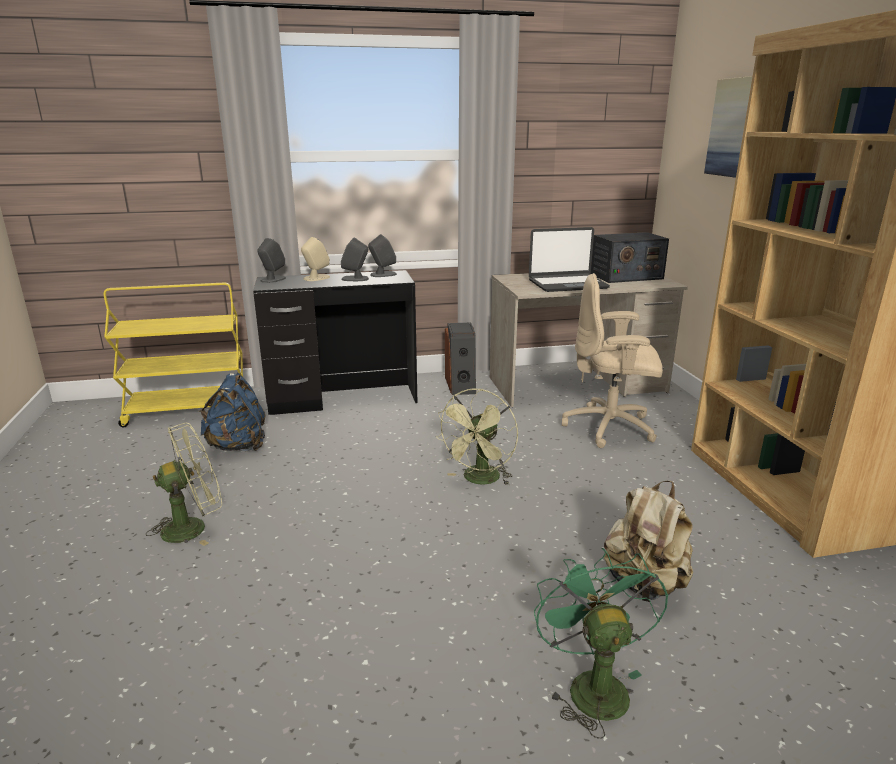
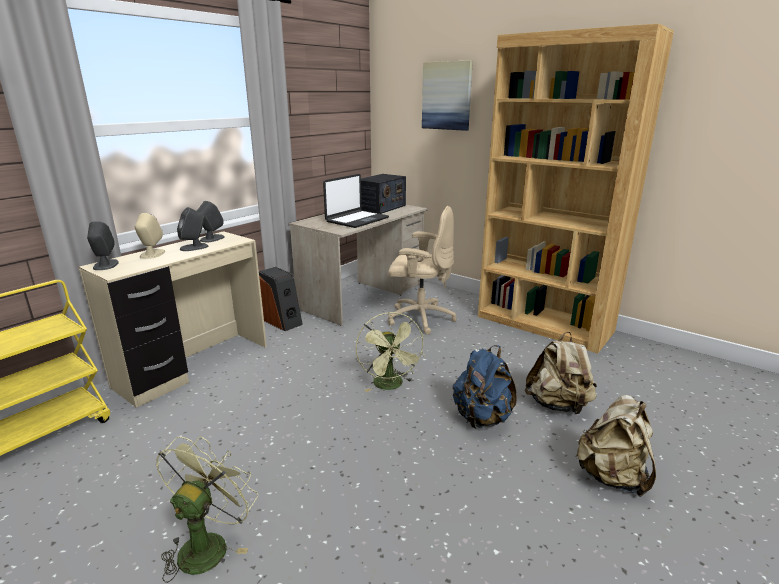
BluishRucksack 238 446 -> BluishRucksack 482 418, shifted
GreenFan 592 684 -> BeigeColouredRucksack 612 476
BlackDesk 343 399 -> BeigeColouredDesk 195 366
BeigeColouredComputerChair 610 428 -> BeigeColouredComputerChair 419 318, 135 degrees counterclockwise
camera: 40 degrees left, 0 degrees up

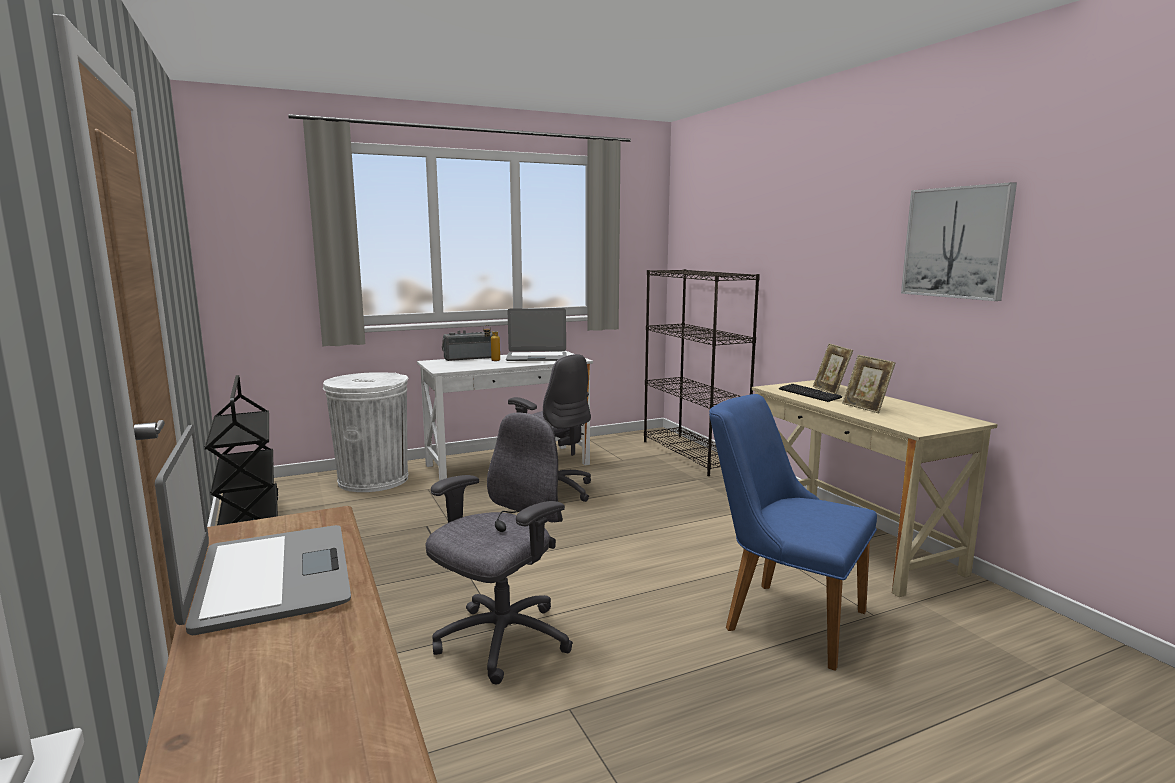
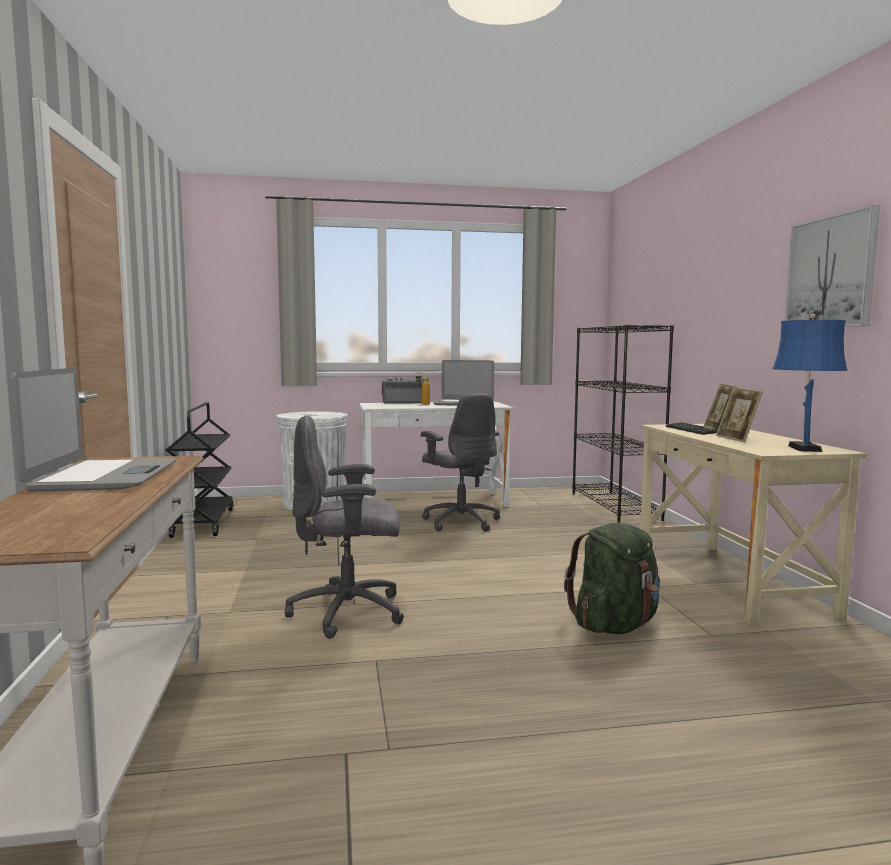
none -> BluishTableLamp 803 448
BluishChair 782 616 -> GreenRucksack 615 626
GreyishComputerChair 501 641 -> GreyishComputerChair 349 612, 150 degrees counterclockwise
camera: 15 degrees right, 5 degrees down

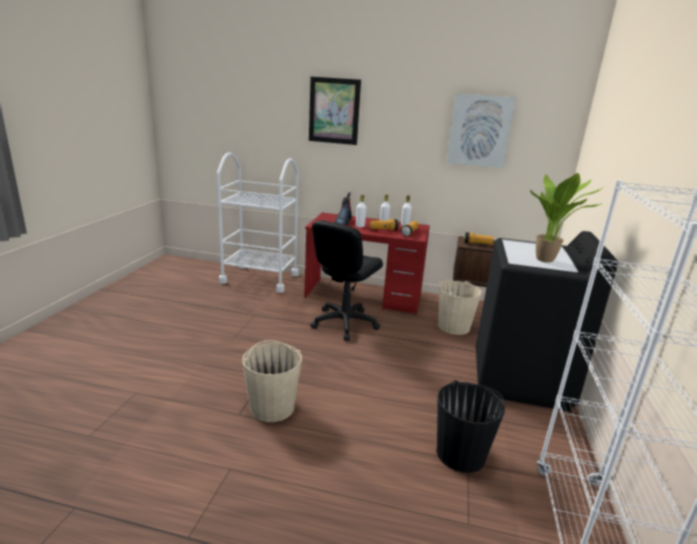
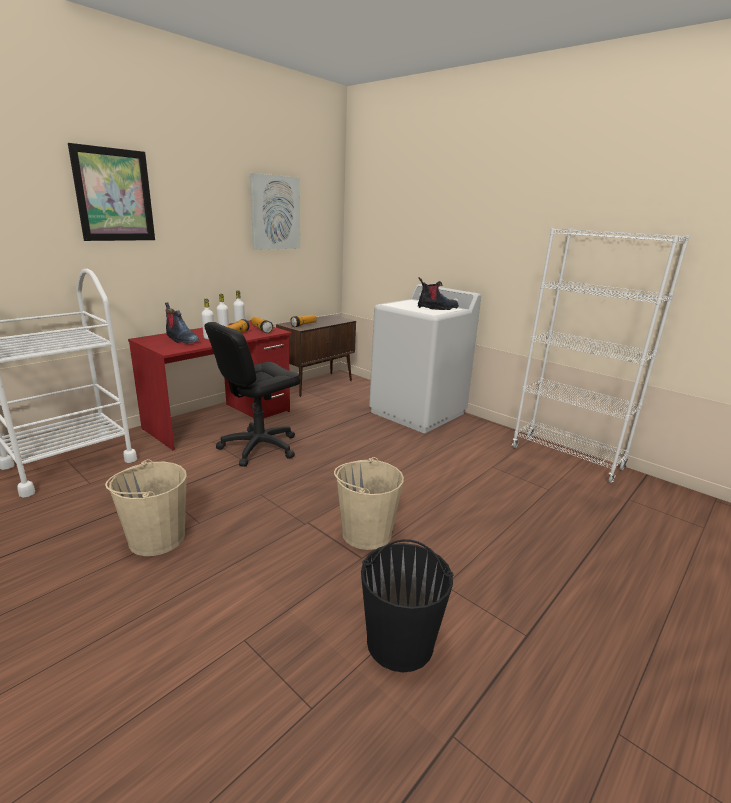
BlackWaterBucket 461 454 -> BlackWaterBucket 400 641, shifted
BeigeColouredWaterBucket 453 326 -> BeigeColouredWaterBucket 156 538, shifted
Houseplant 548 261 -> Boot 437 308
BlackWashingMachine 520 379 -> WhitishWashingMachine 418 413
BlackComputerChair 344 323 -> BlackComputerChair 259 447, 75 degrees clockwise
camera: 60 degrees left, 0 degrees up

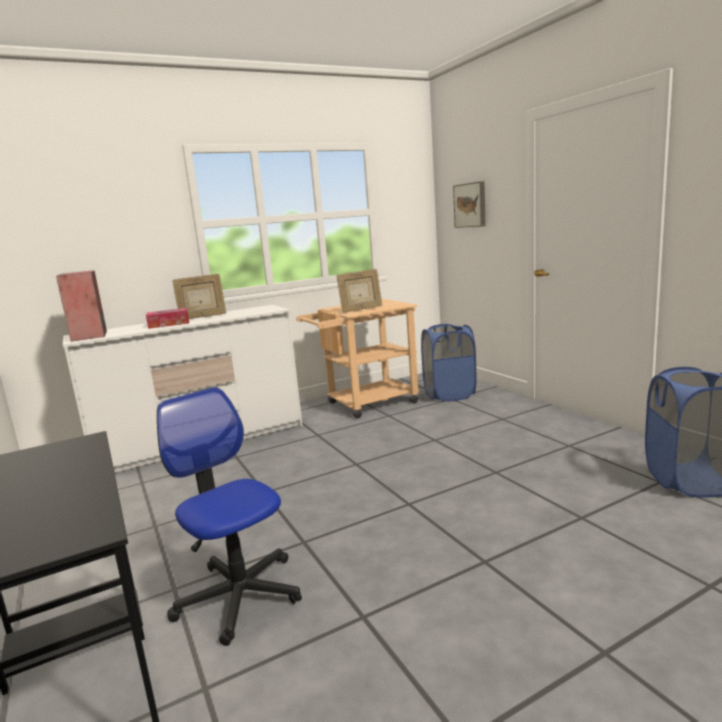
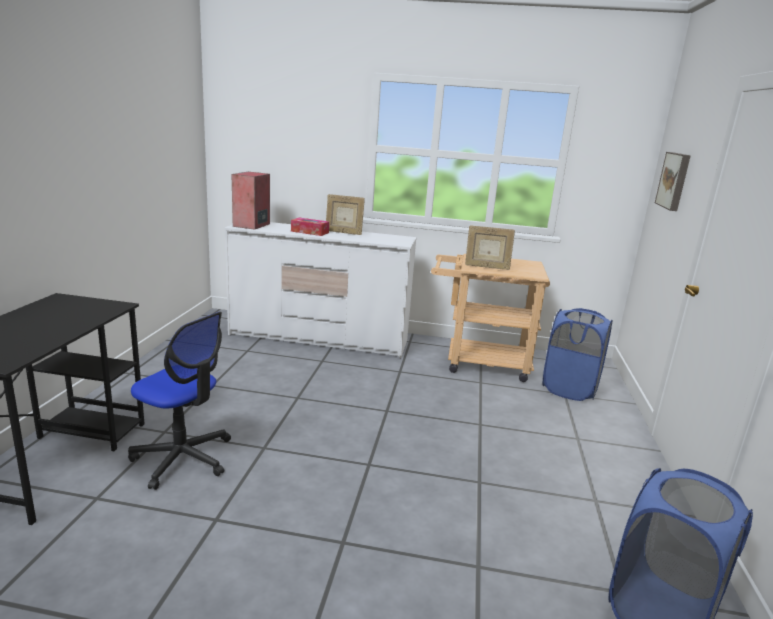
ComputerChair 239 596 -> ComputerChair 183 458, 120 degrees clockwise
camera: 35 degrees right, 5 degrees up

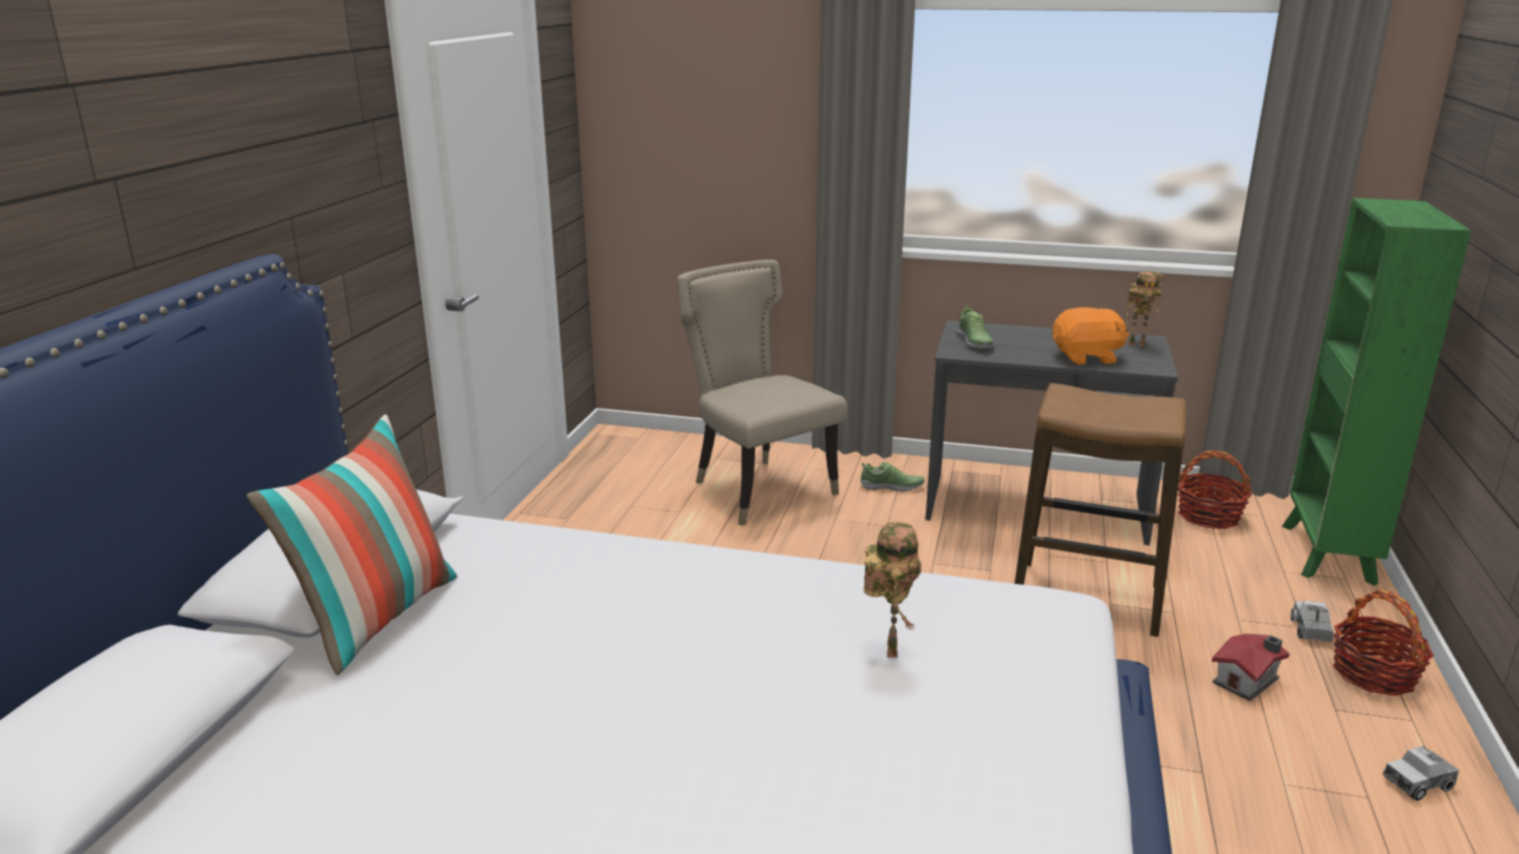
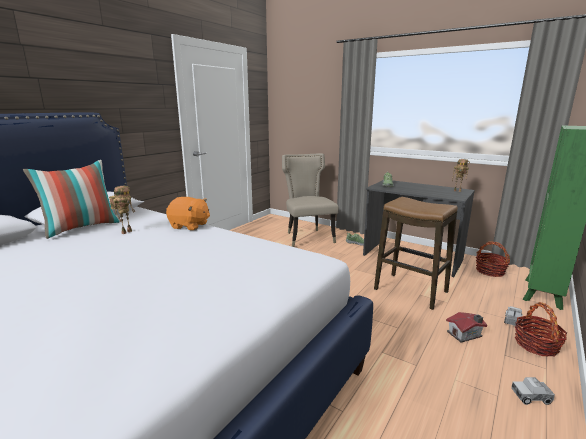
RobotFigure 888 647 -> RobotFigure 126 232, shifted
OrangeySoftToy 1086 358 -> OrangeySoftToy 189 226, shifted
camera: 20 degrees right, 5 degrees down

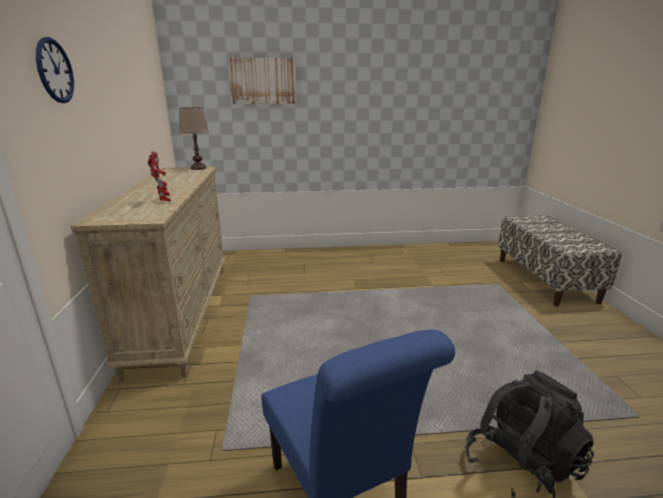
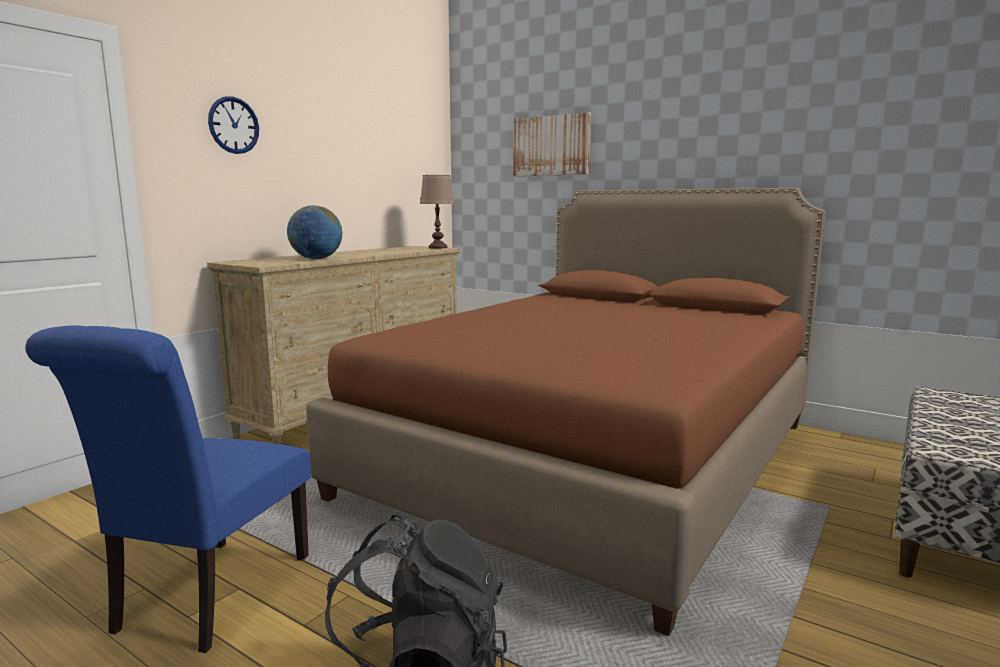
none -> BrownSleepingBed 592 458
RobotFigure 164 200 -> Globe 316 259
camera: 40 degrees right, 10 degrees down

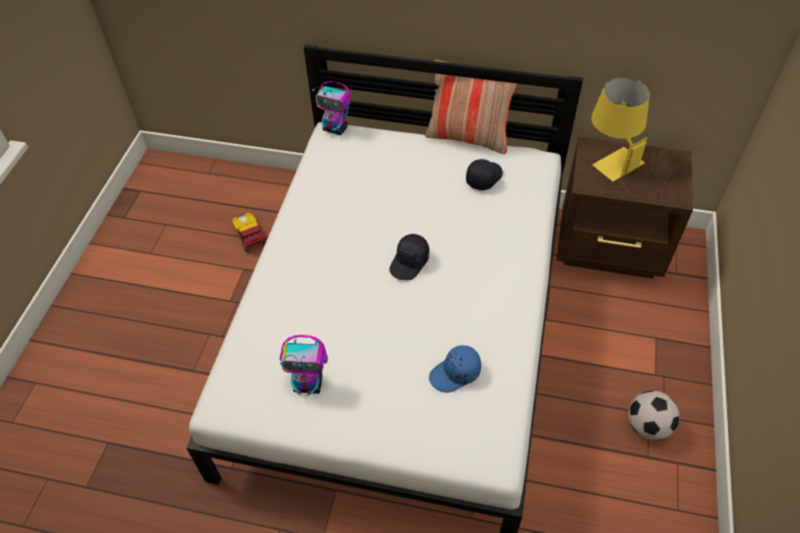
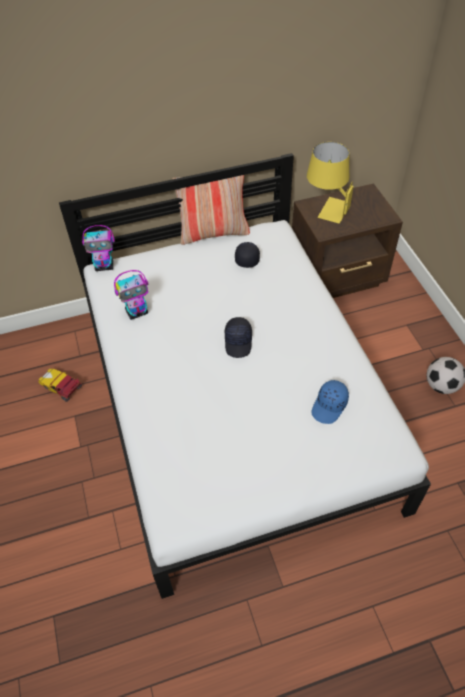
RobotFigure 309 384 -> RobotFigure 137 312, shifted
camera: 30 degrees left, 0 degrees up

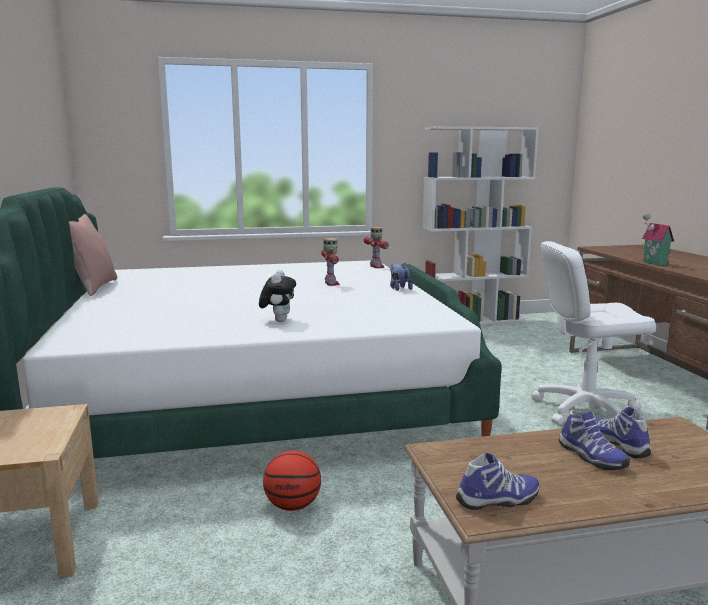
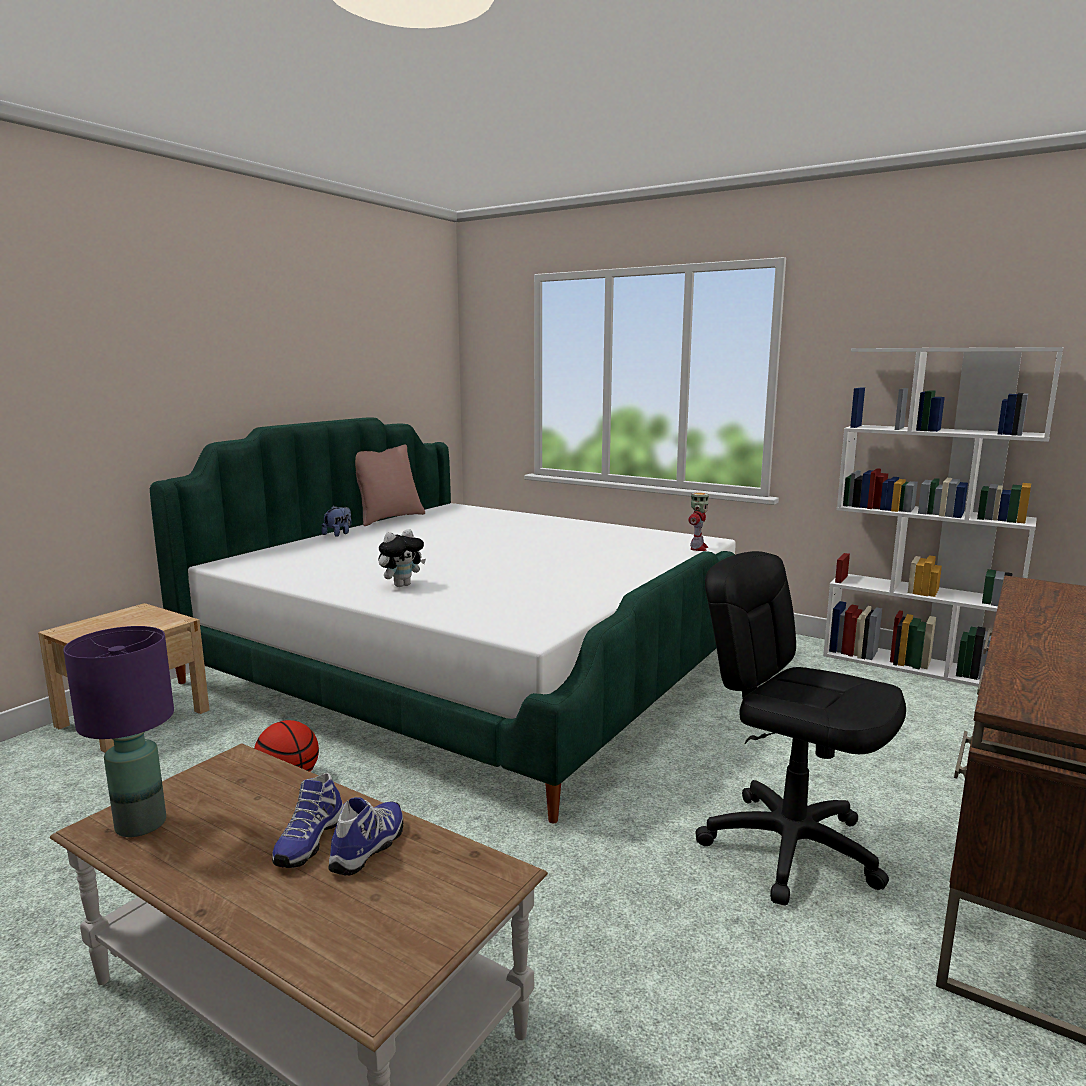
RobotFigure 331 284 -> none
ToyHouse 653 263 -> none
SoftToy 399 288 -> SoftToy 338 534, shifted
ItemOfFootwear 498 501 -> PurplishTableLamp 141 823
WhitishComputerChair 585 410 -> BlackComputerChair 790 847
camera: 45 degrees right, 0 degrees up

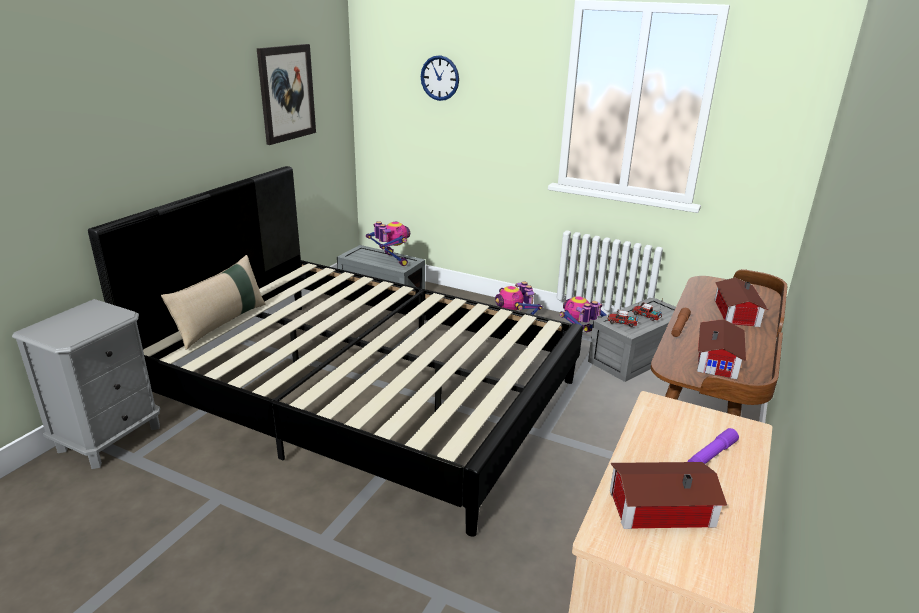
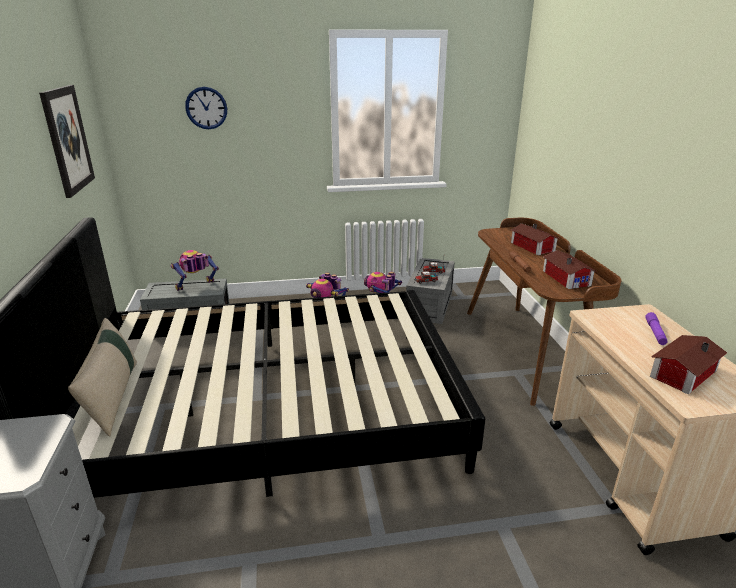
RobotFigure 390 260 -> RobotFigure 197 287, 60 degrees counterclockwise
camera: 35 degrees left, 0 degrees up

